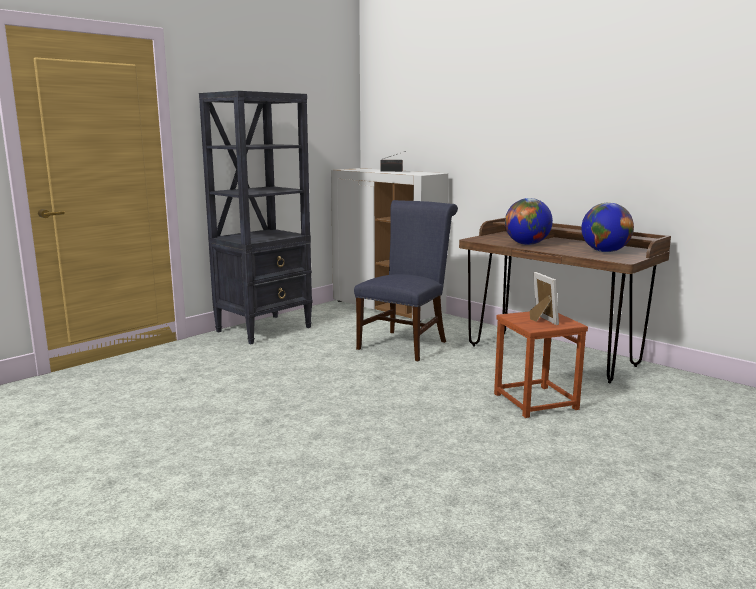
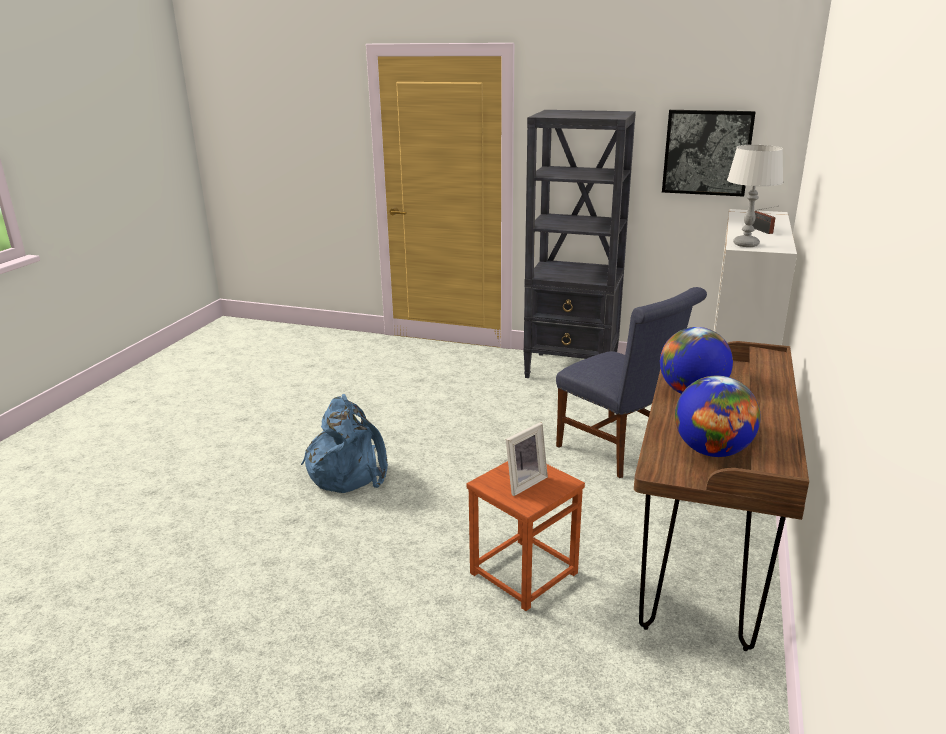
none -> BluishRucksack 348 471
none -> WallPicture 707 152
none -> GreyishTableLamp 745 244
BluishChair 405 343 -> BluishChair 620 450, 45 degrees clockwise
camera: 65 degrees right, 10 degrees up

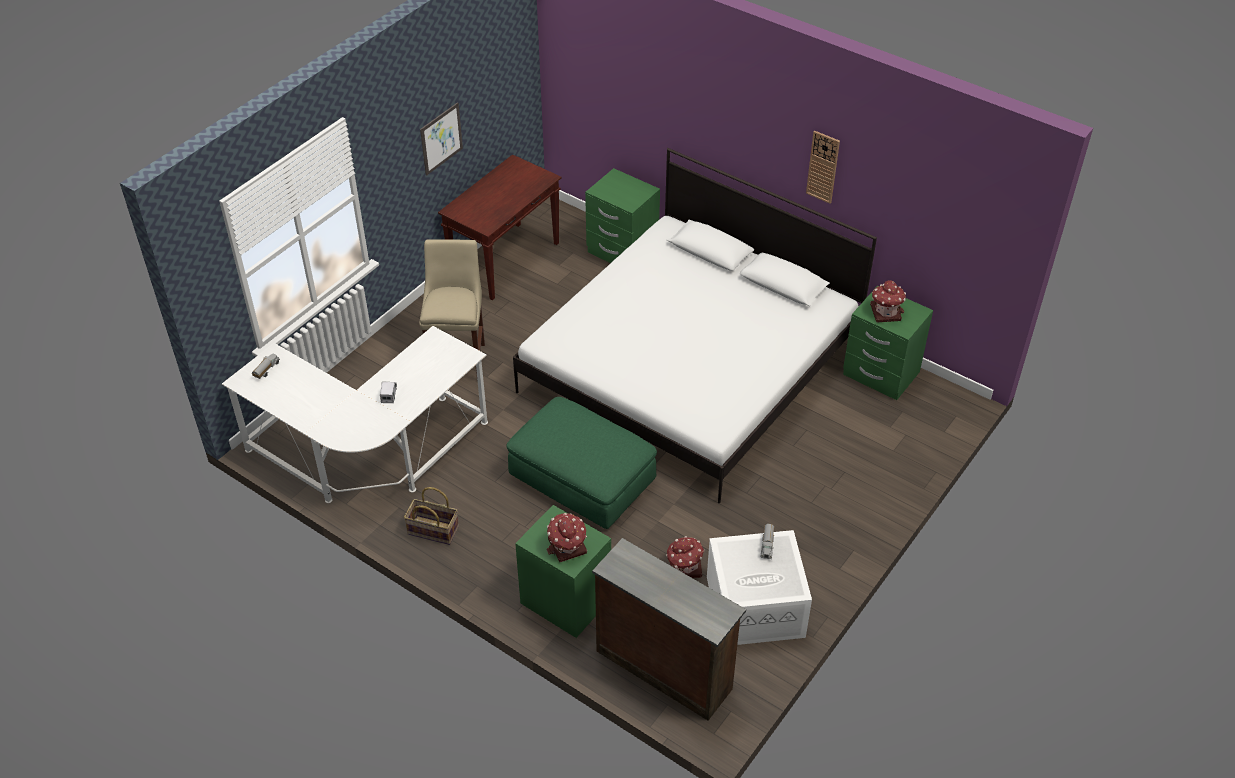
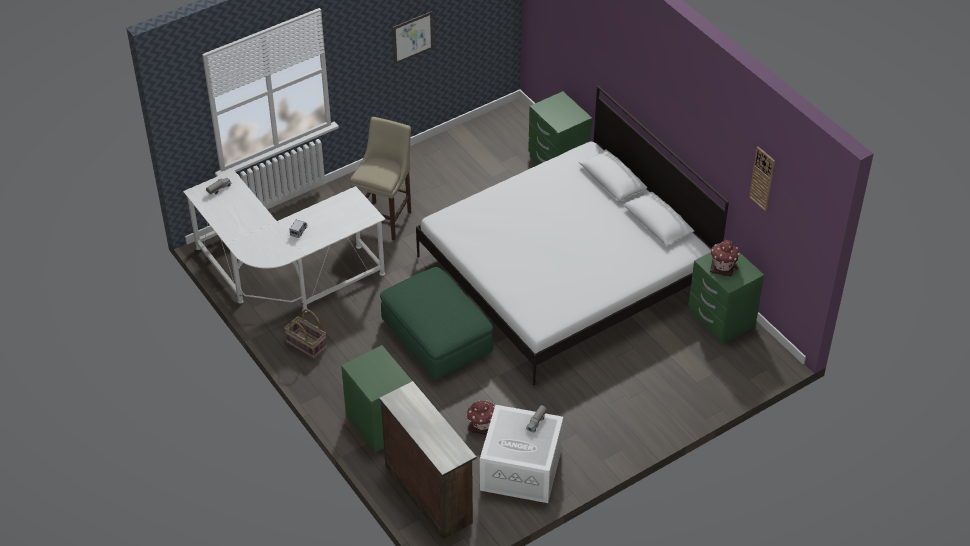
BrownNarrowTable 505 260 -> none
ToyHouse 567 547 -> none
HangingClock 823 167 -> HangingClock 762 178, shifted
camera: 20 degrees right, 0 degrees up

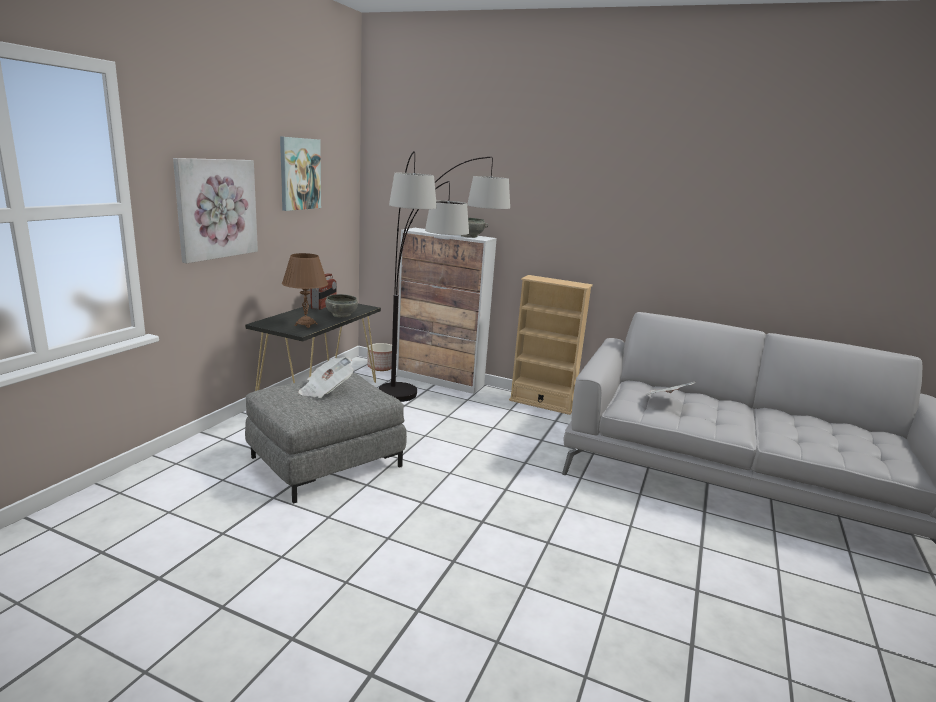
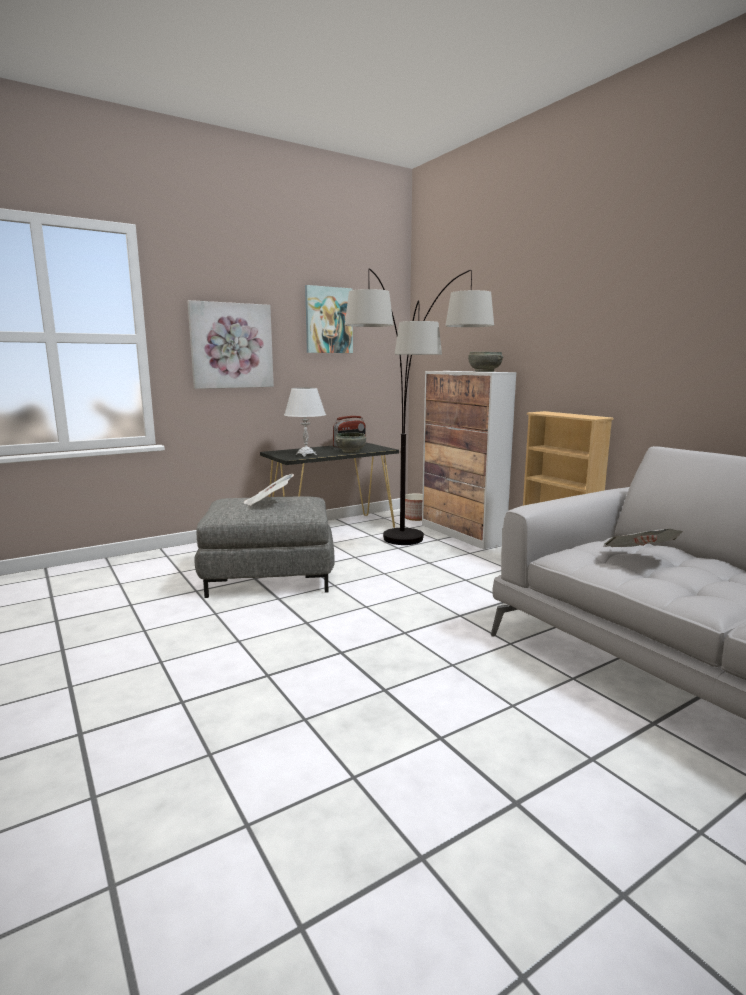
BrownTableLamp 306 325 -> WhitishTableLamp 306 454
camera: 35 degrees right, 5 degrees down

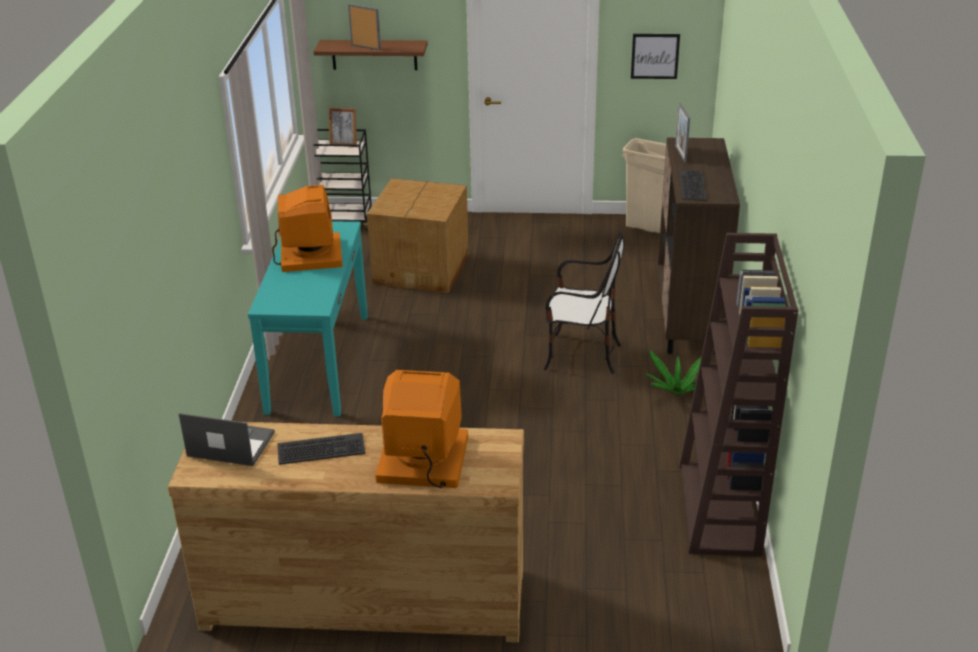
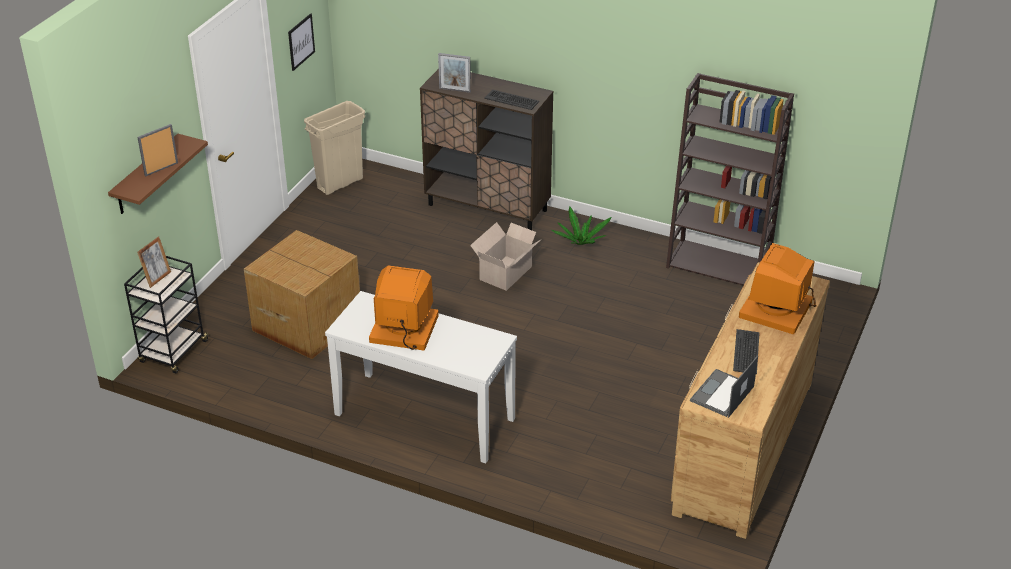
Chair 581 355 -> CardboardBox 507 272
BlueGreenNarrowTable 317 362 -> WhitishNarrowTable 424 417
camera: 70 degrees left, 5 degrees up

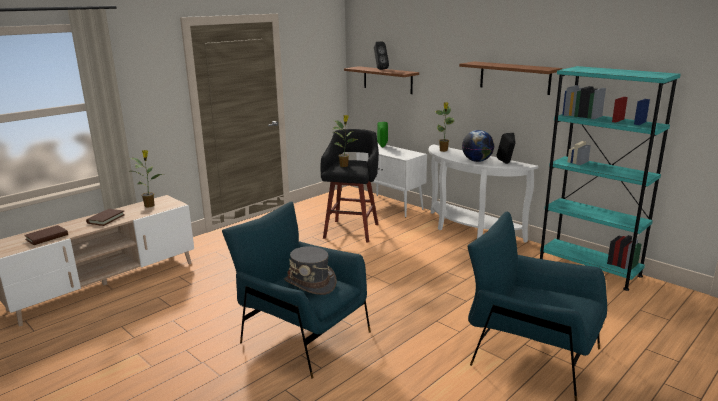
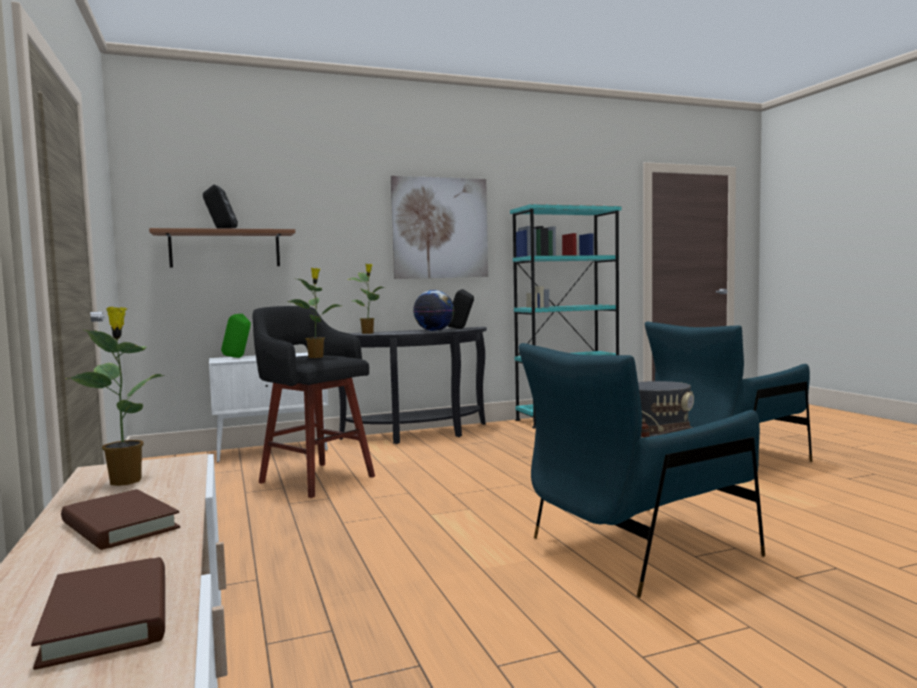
BrownWallShelf 514 77 -> WallPicture 440 228
WhitishNarrowTable 468 230 -> BlackNarrowTable 420 435
camera: 65 degrees left, 15 degrees down

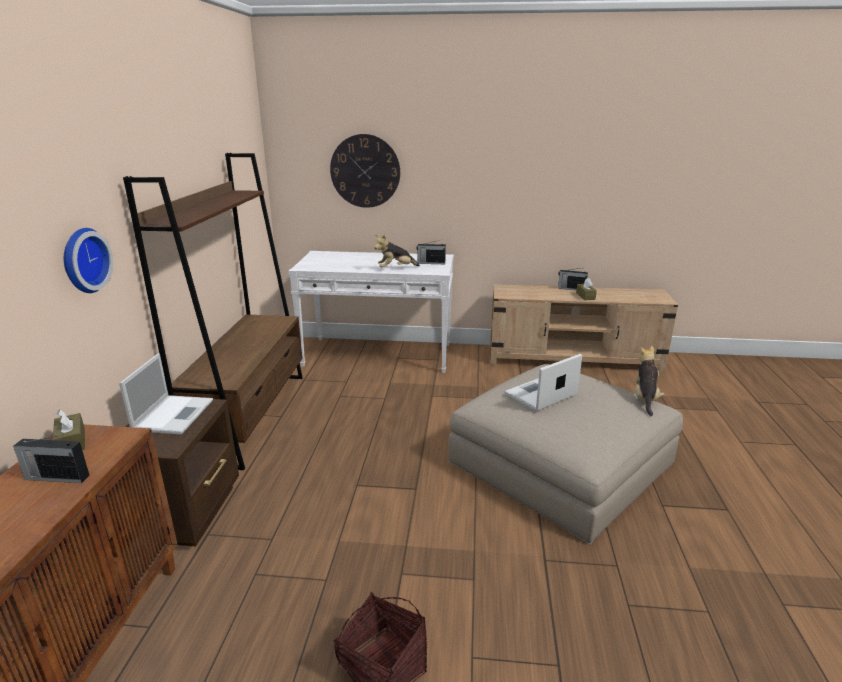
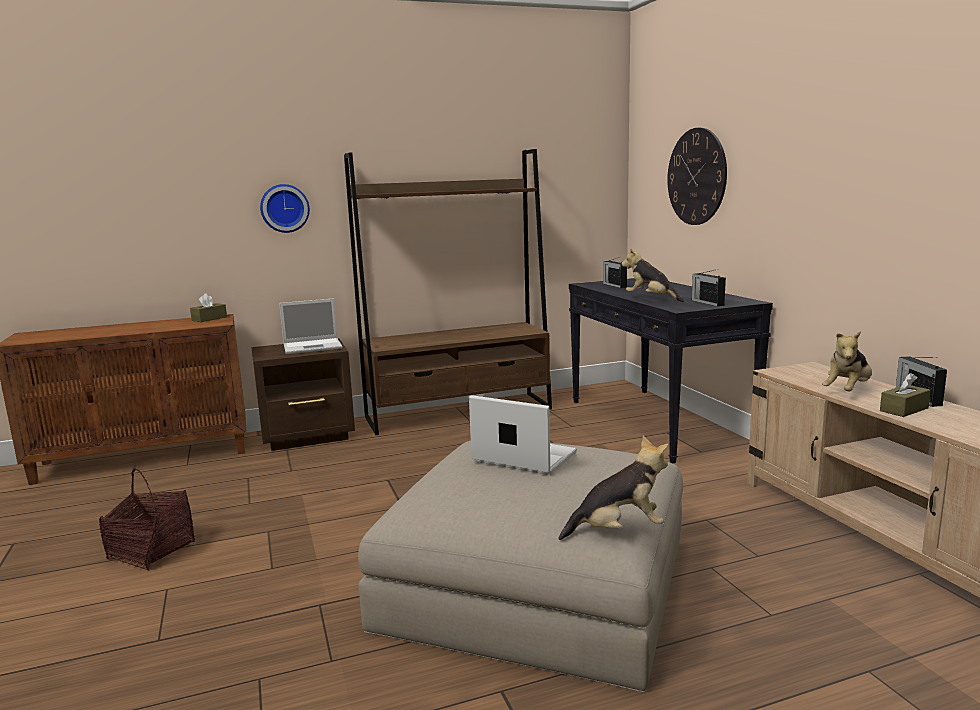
none -> SoftToy 847 391
RadioSet 56 477 -> RadioSet 614 285, shifted
WhitishNarrowTable 378 355 -> BlackNarrowTable 657 422
camera: 65 degrees right, 10 degrees down

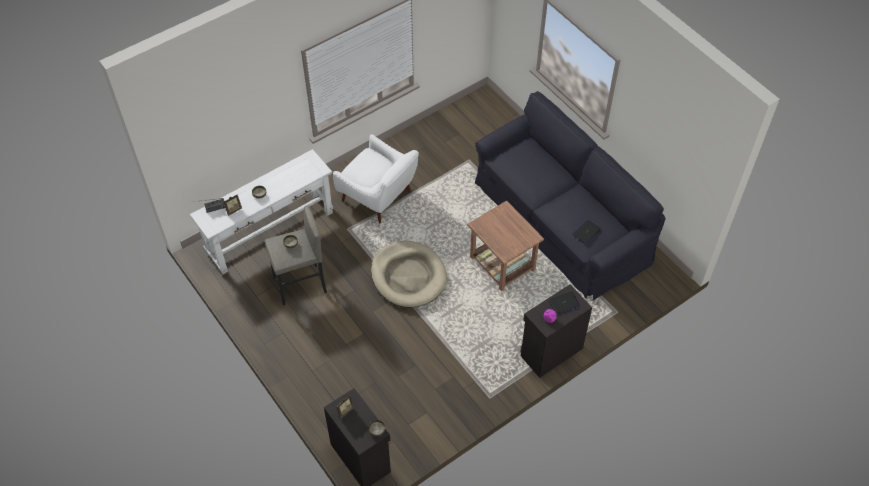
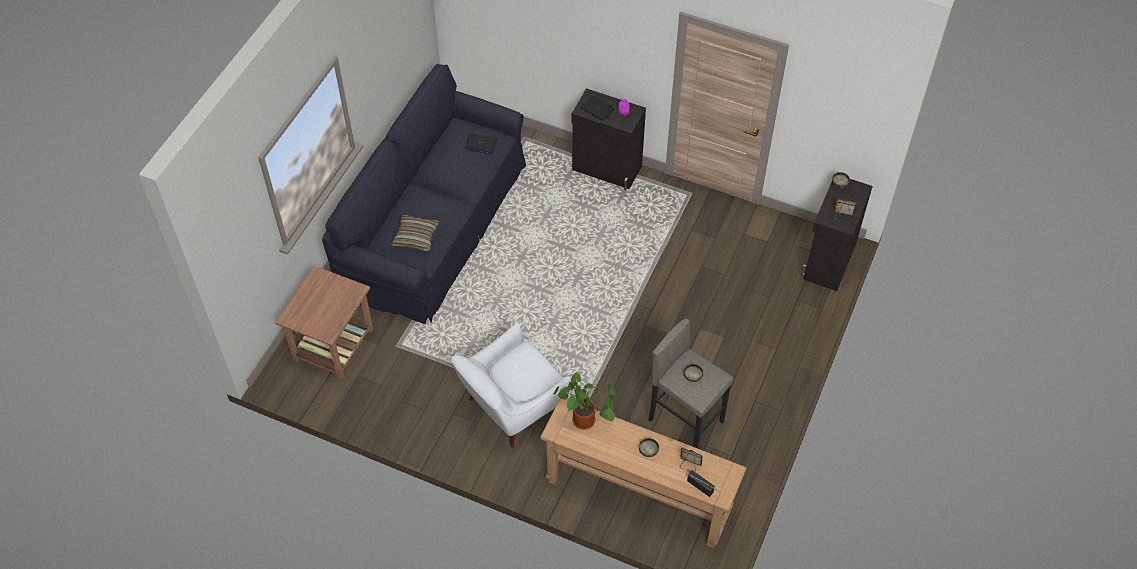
BeigeColouredDogCushion 408 276 -> none
none -> Pillow 416 237
none -> Houseplant 586 420
BrownEndTable 503 264 -> BrownEndTable 334 343, shifted
WhitishNarrowTable 270 232 -> BrownNarrowTable 638 495
WhitishLoungeChair 379 198 -> WhitishLoungeChair 512 408, 135 degrees counterclockwise
camera: 120 degrees left, 0 degrees up

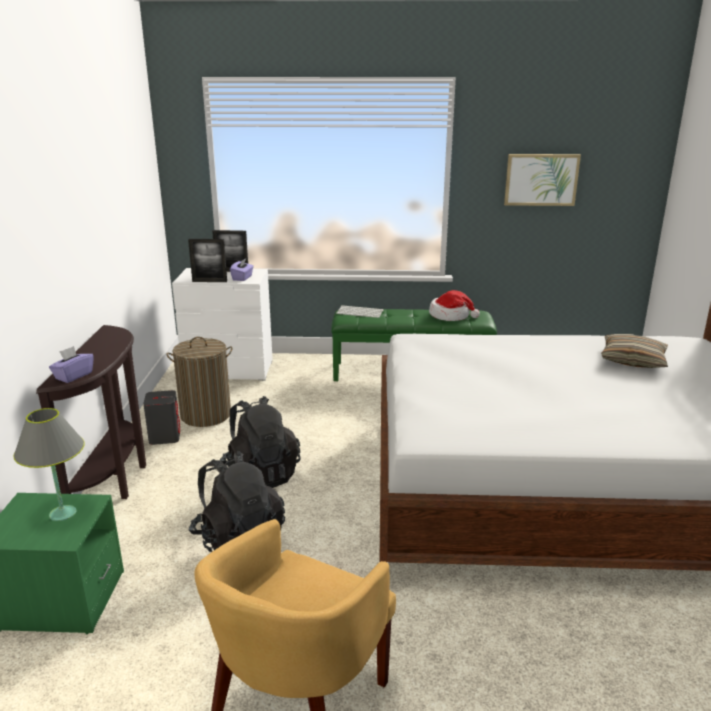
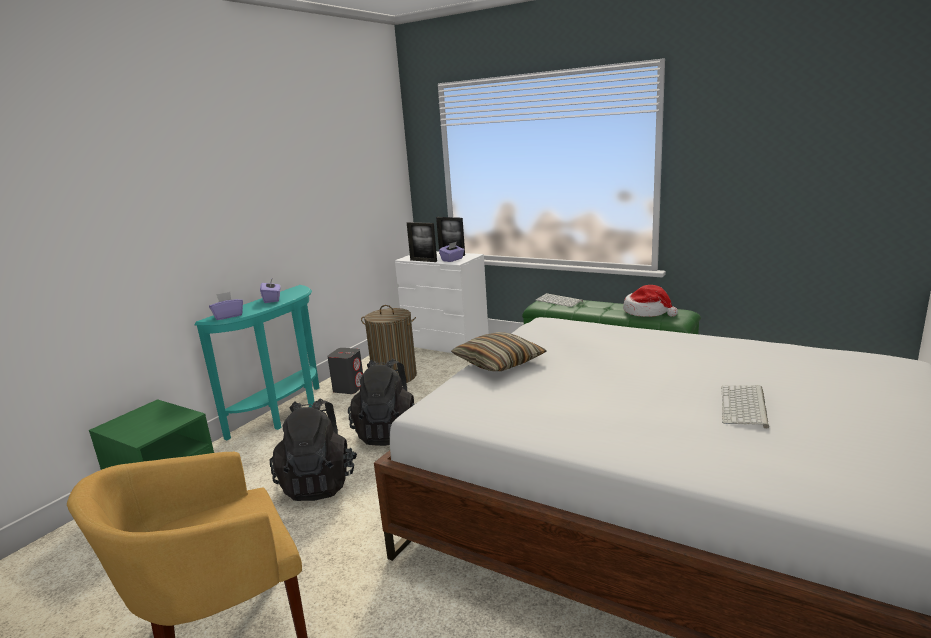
GreyishTableLamp 62 513 -> none
WallPicture 541 179 -> none
none -> PurplishBoxOfTissues 272 299
none -> Keyboard 745 407
Pillow 633 360 -> Pillow 498 362, shifted
BrownNarrowTable 116 480 -> BlueGreenNarrowTable 285 414
camera: 30 degrees right, 5 degrees down

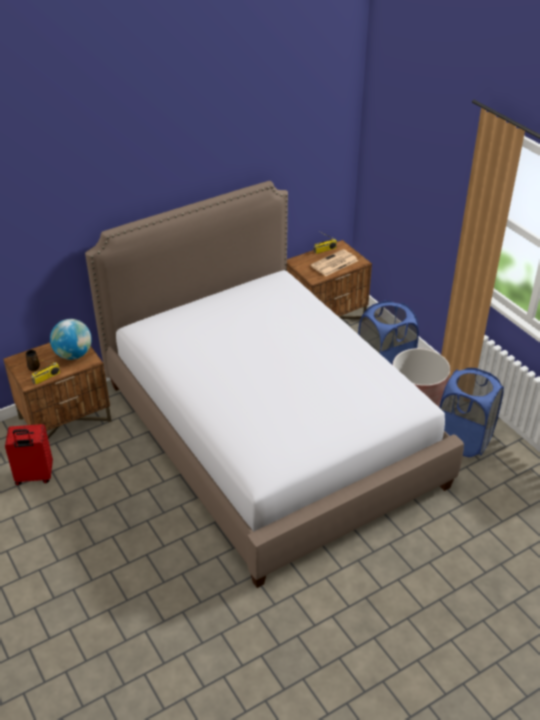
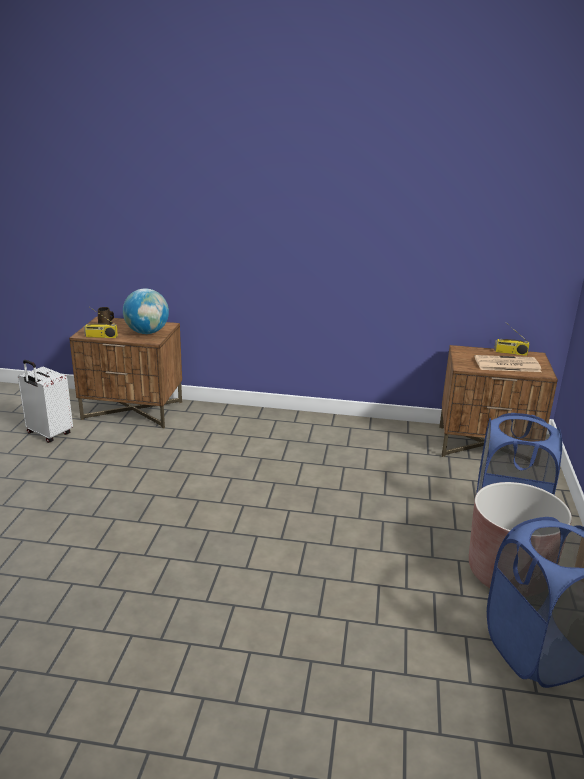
SleepingBed 270 433 -> none
RedColouredPieceOfLuggage 34 476 -> WhitishPieceOfLuggage 48 434
camera: 40 degrees right, 15 degrees down

